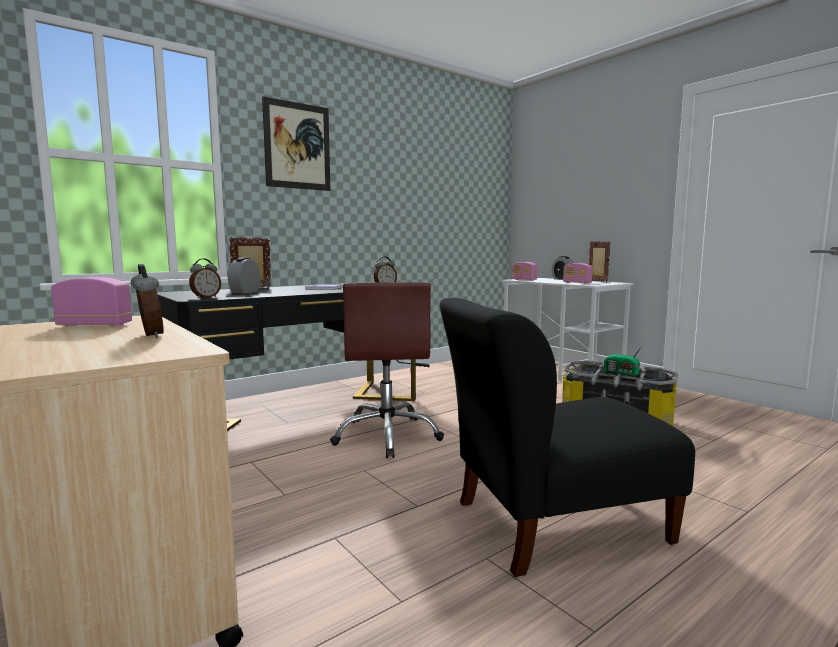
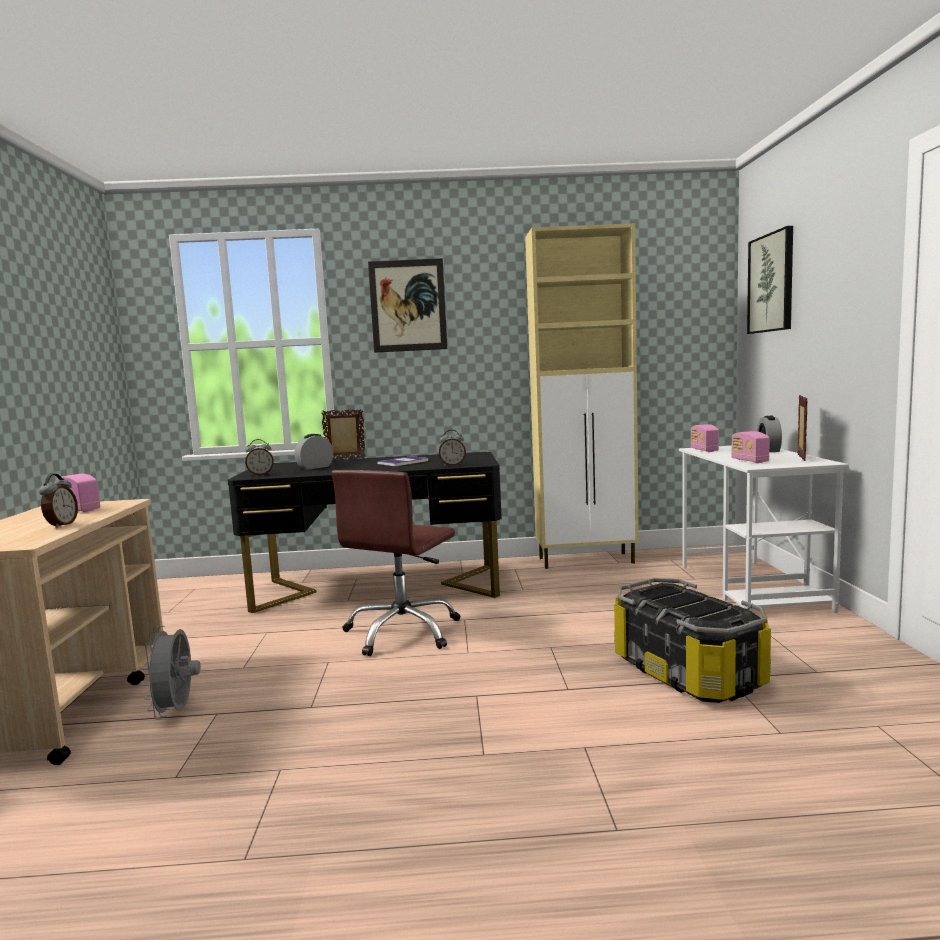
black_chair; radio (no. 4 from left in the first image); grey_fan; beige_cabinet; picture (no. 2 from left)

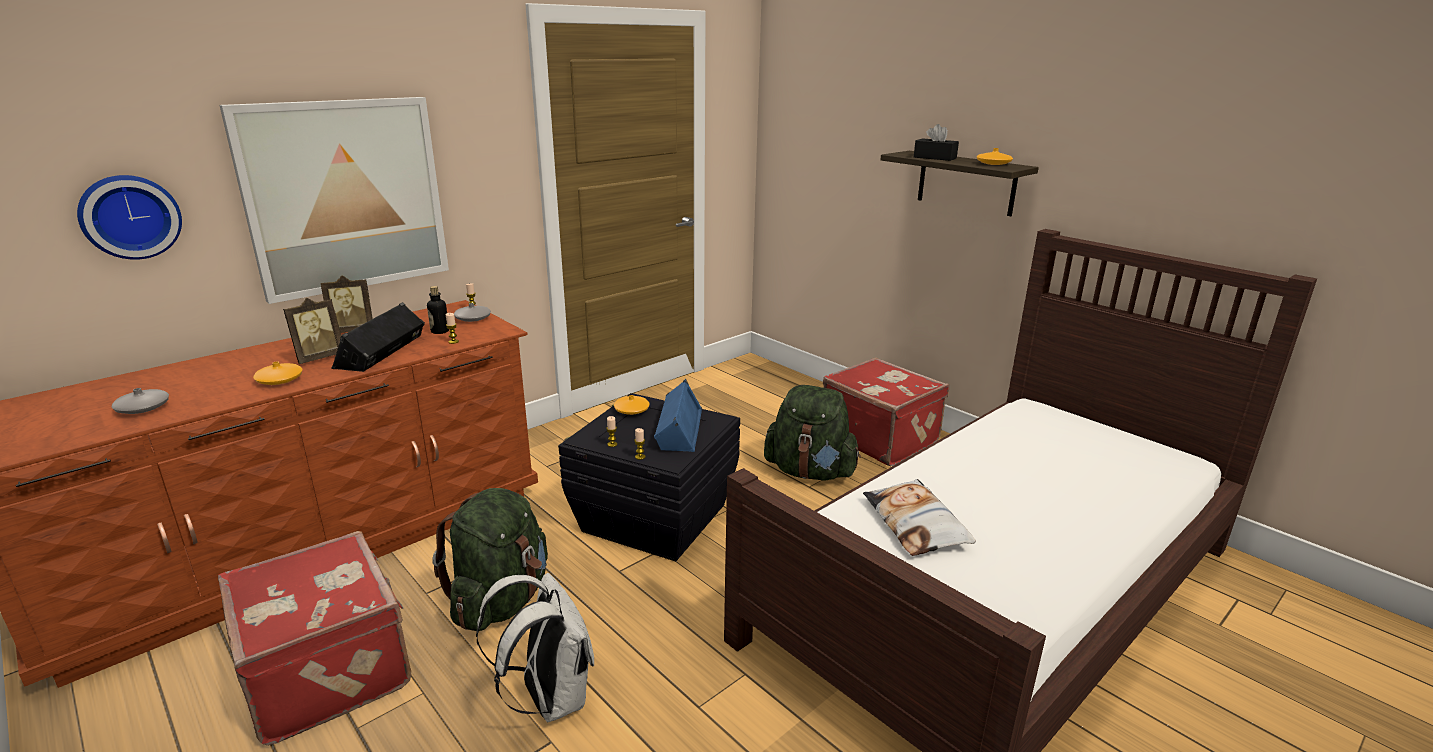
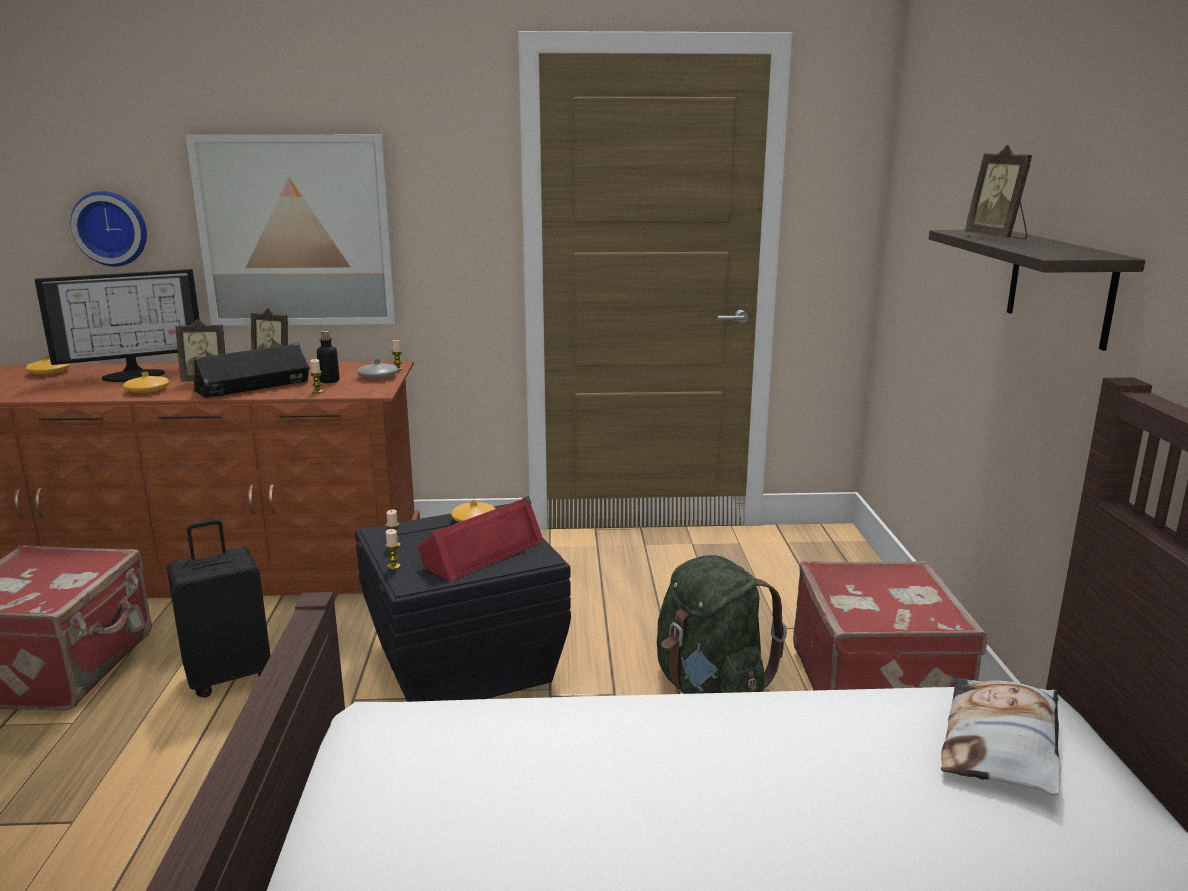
grey_vase (no. 1 from left in the first image); white_backpack; monitor; pillow; orange_vase (no. 1 from left); black_suitcase; picture_frame (no. 3 from left); red_speaker

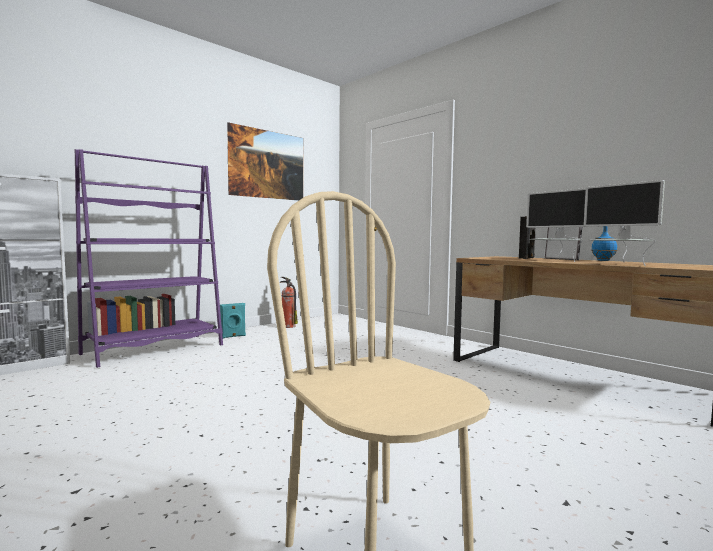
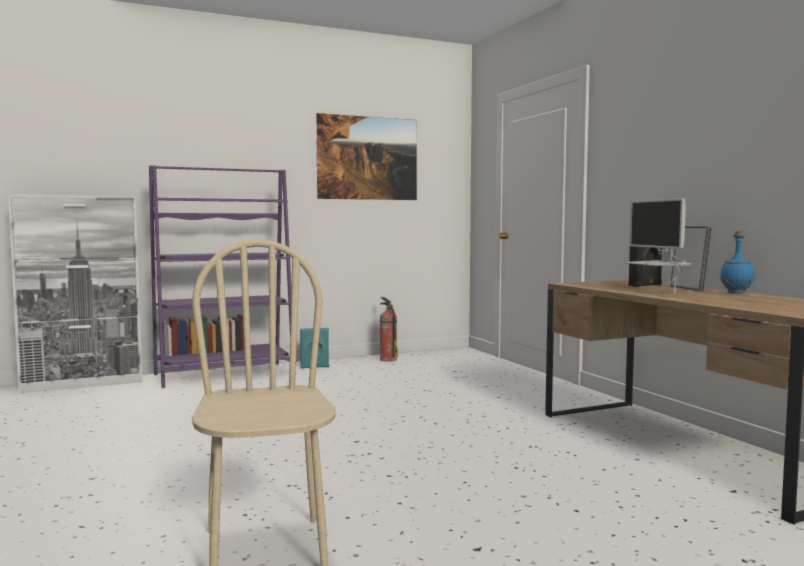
monitor (no. 2 from left in the first image)

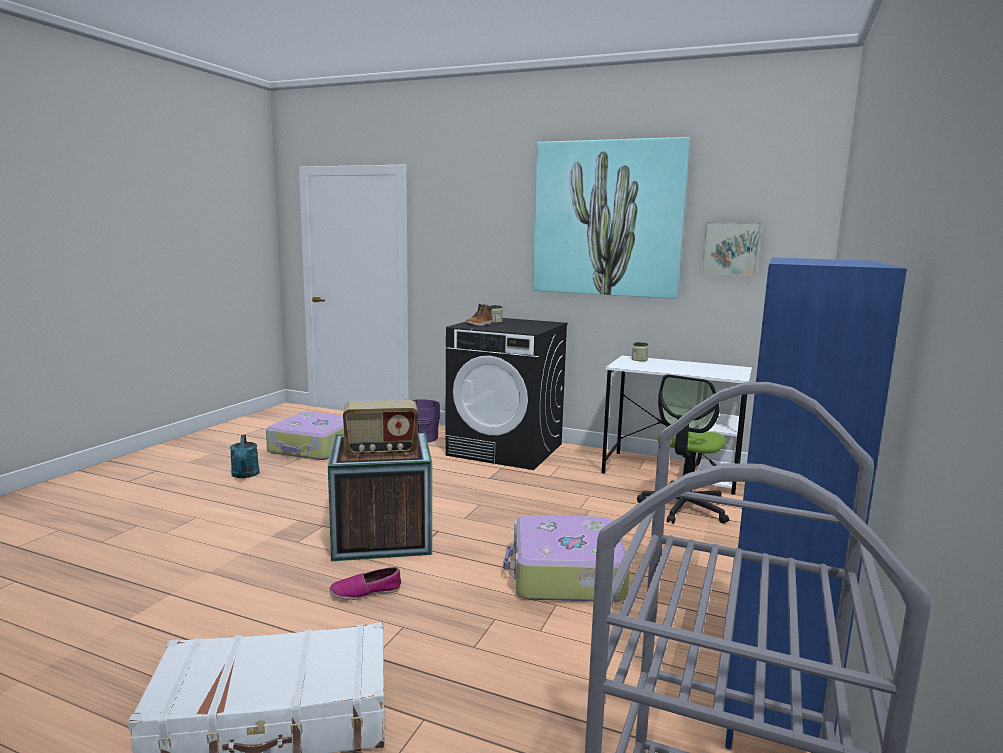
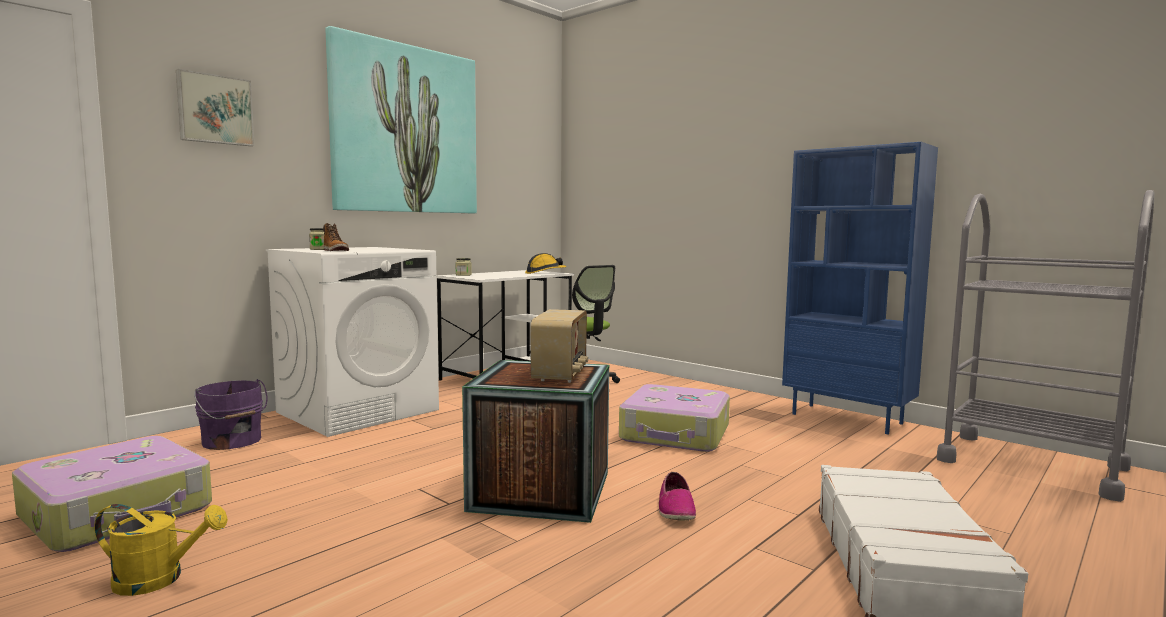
hard_hat; picture (no. 1 from left); yellow_watering_can; white_washing_machine

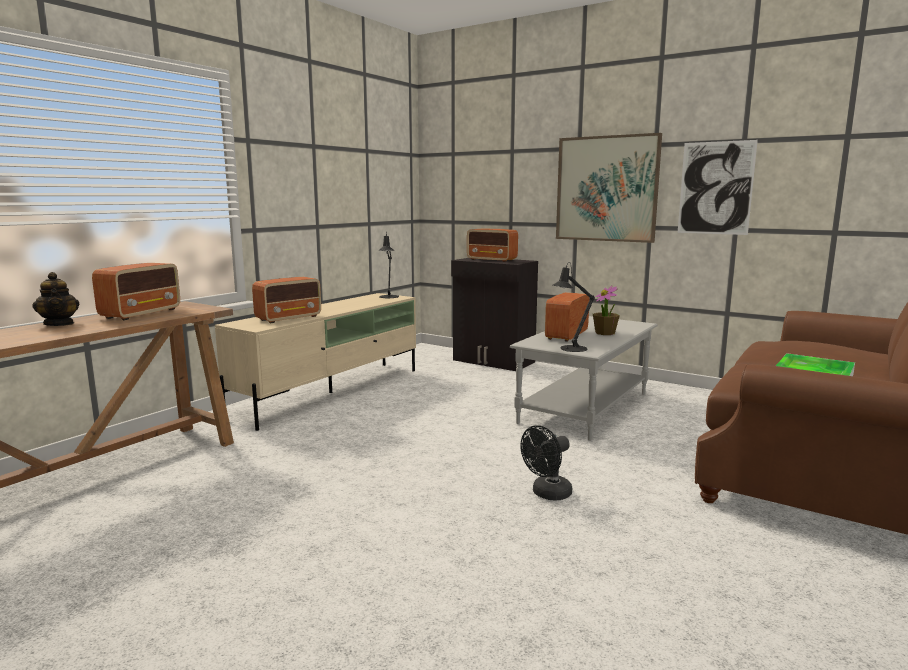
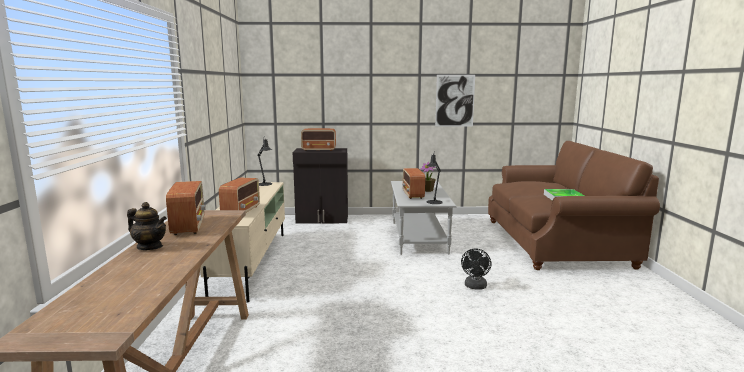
picture (no. 1 from left in the first image)

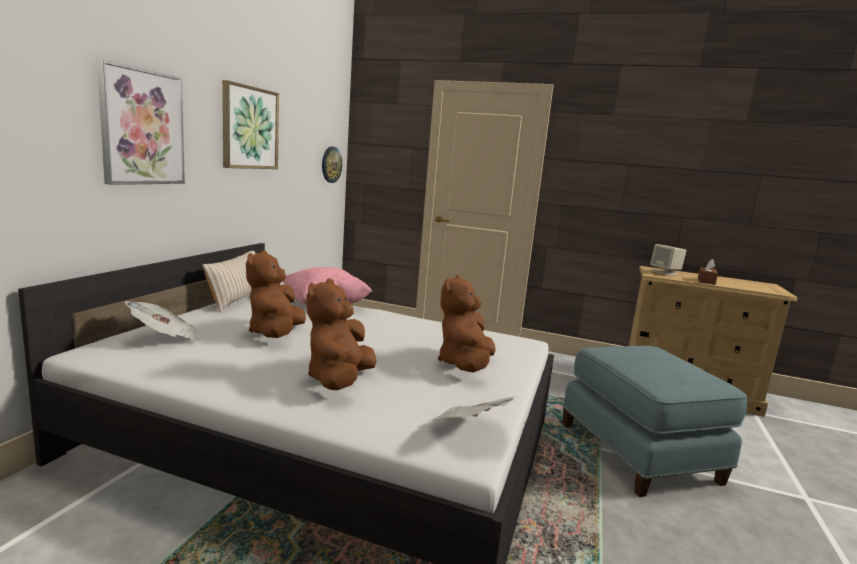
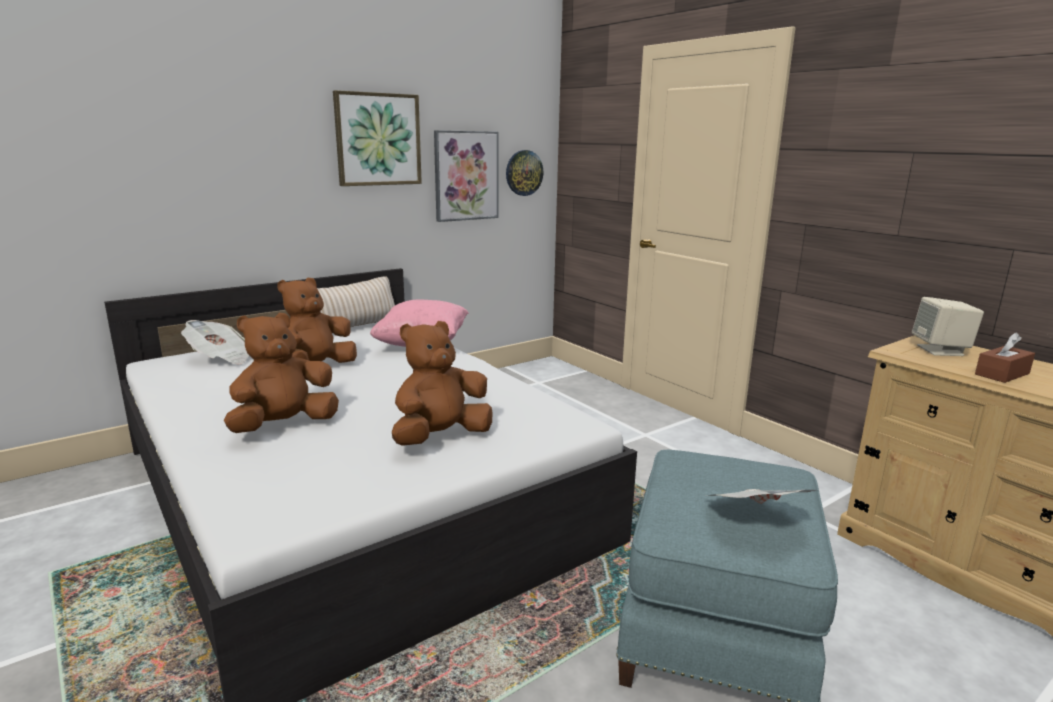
picture (no. 2 from left); newspaper (no. 2 from left)

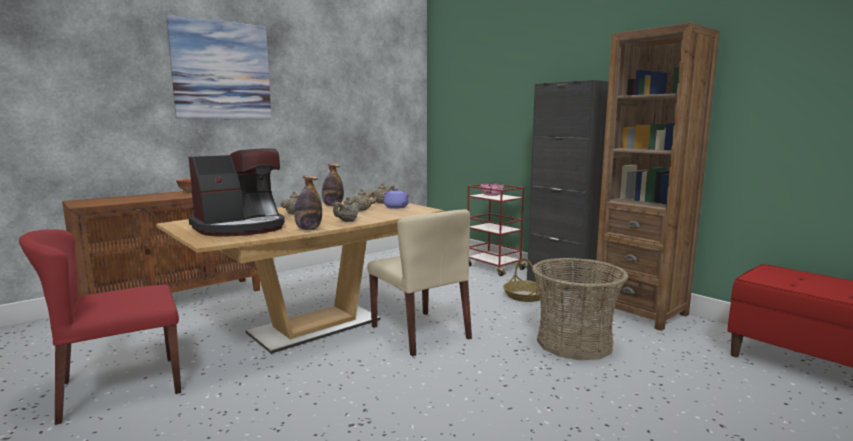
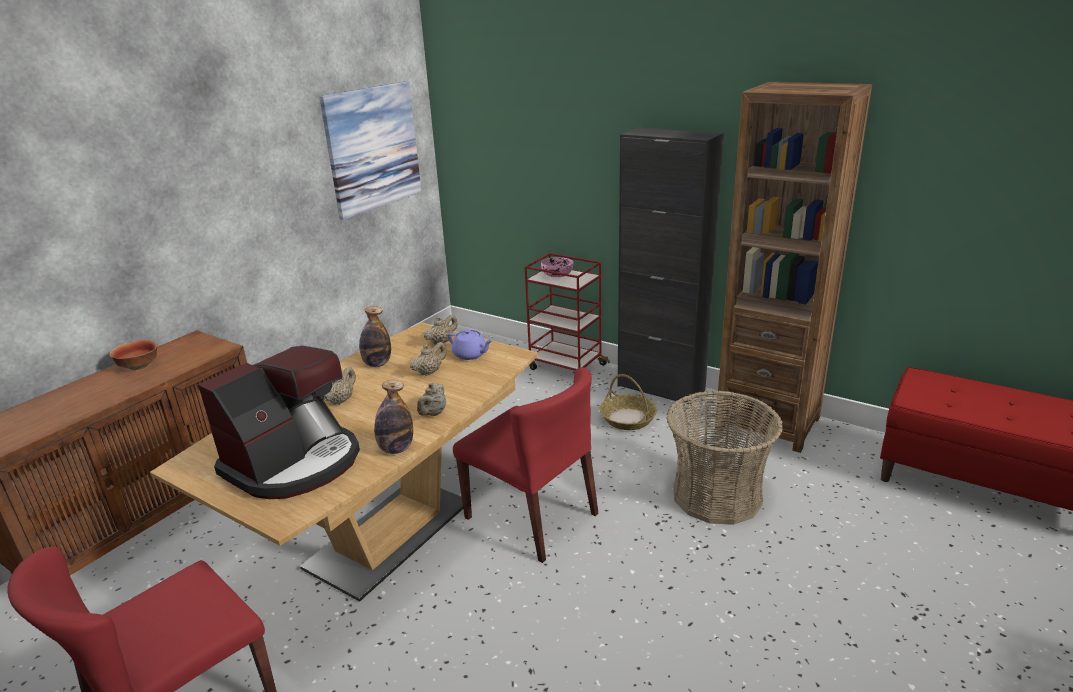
picture; red_chair (no. 2 from left)

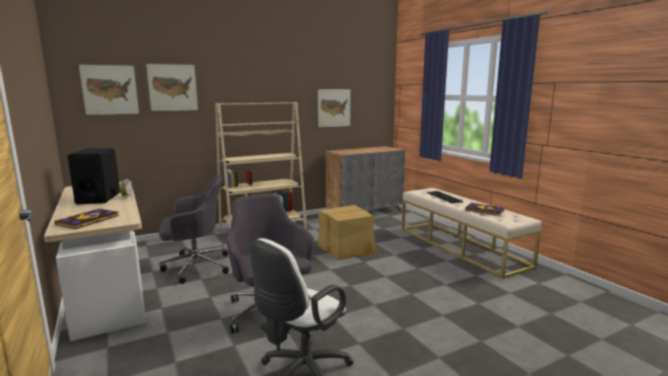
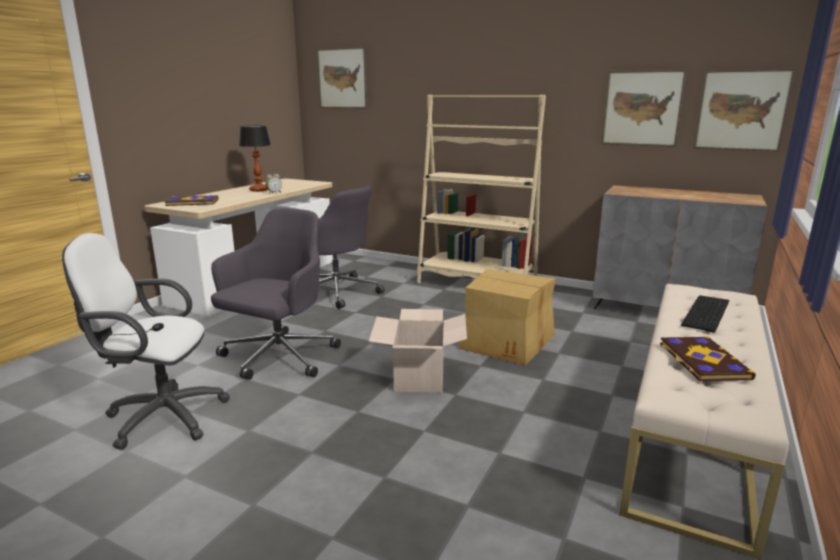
cardboard_box (no. 1 from left); picture (no. 3 from left); table_lamp

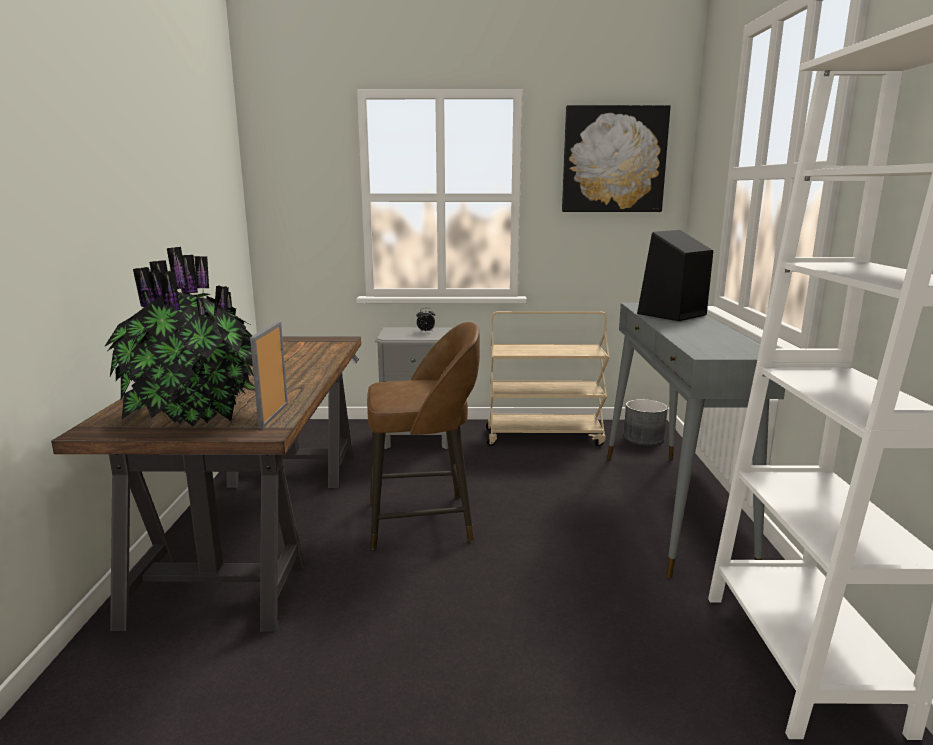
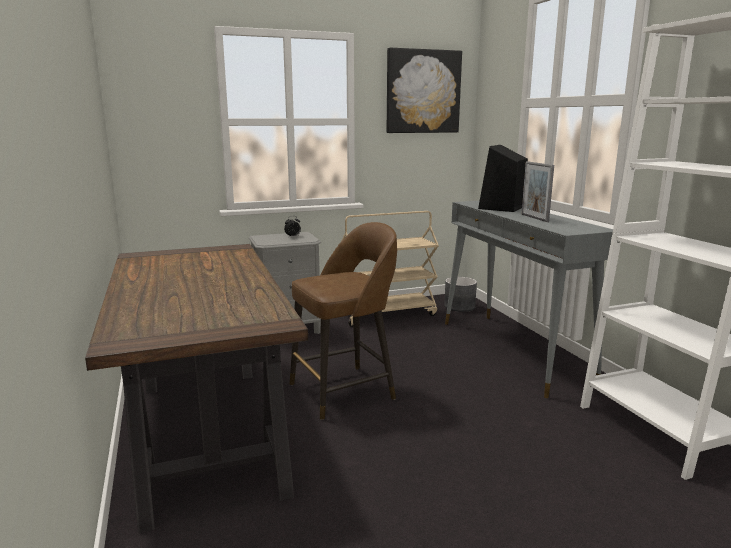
potted_plant; picture_frame

